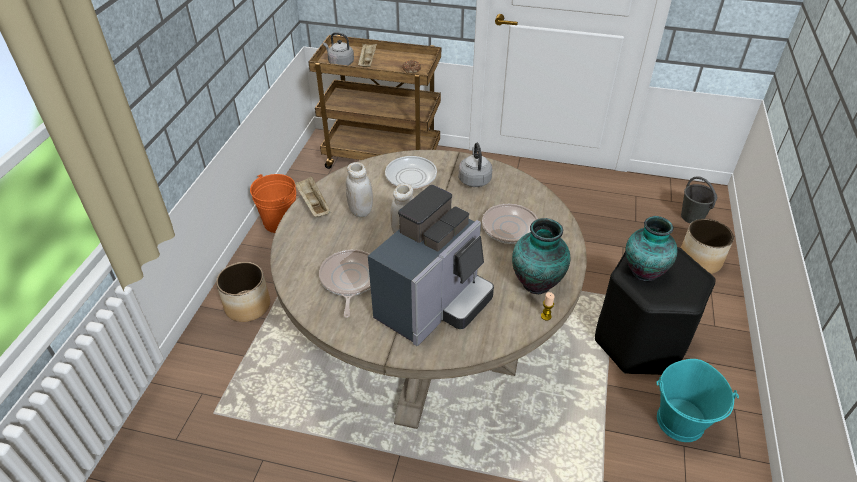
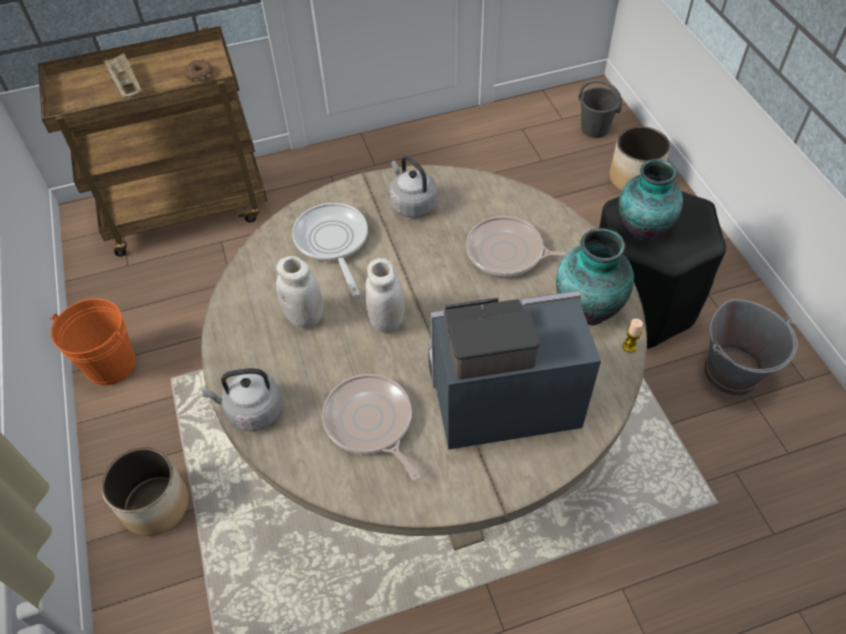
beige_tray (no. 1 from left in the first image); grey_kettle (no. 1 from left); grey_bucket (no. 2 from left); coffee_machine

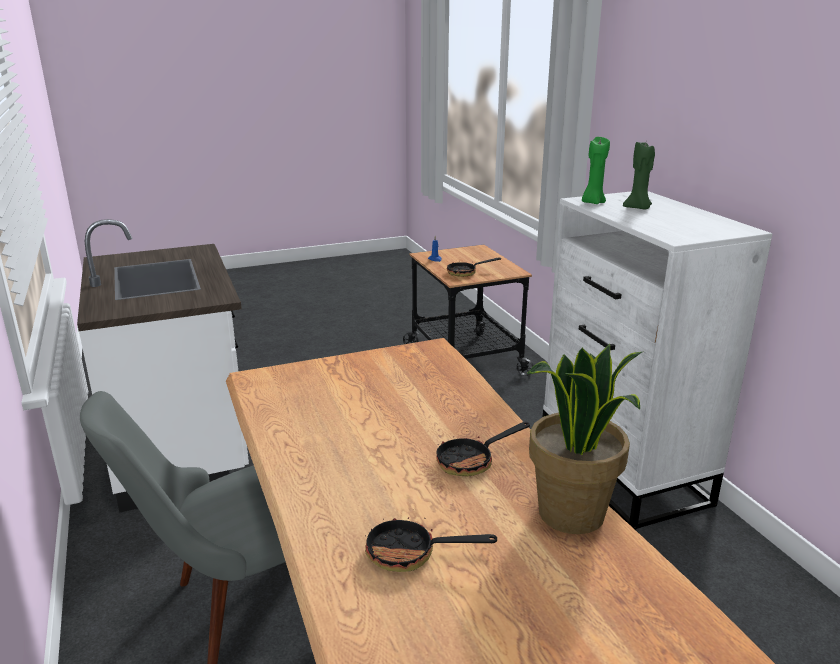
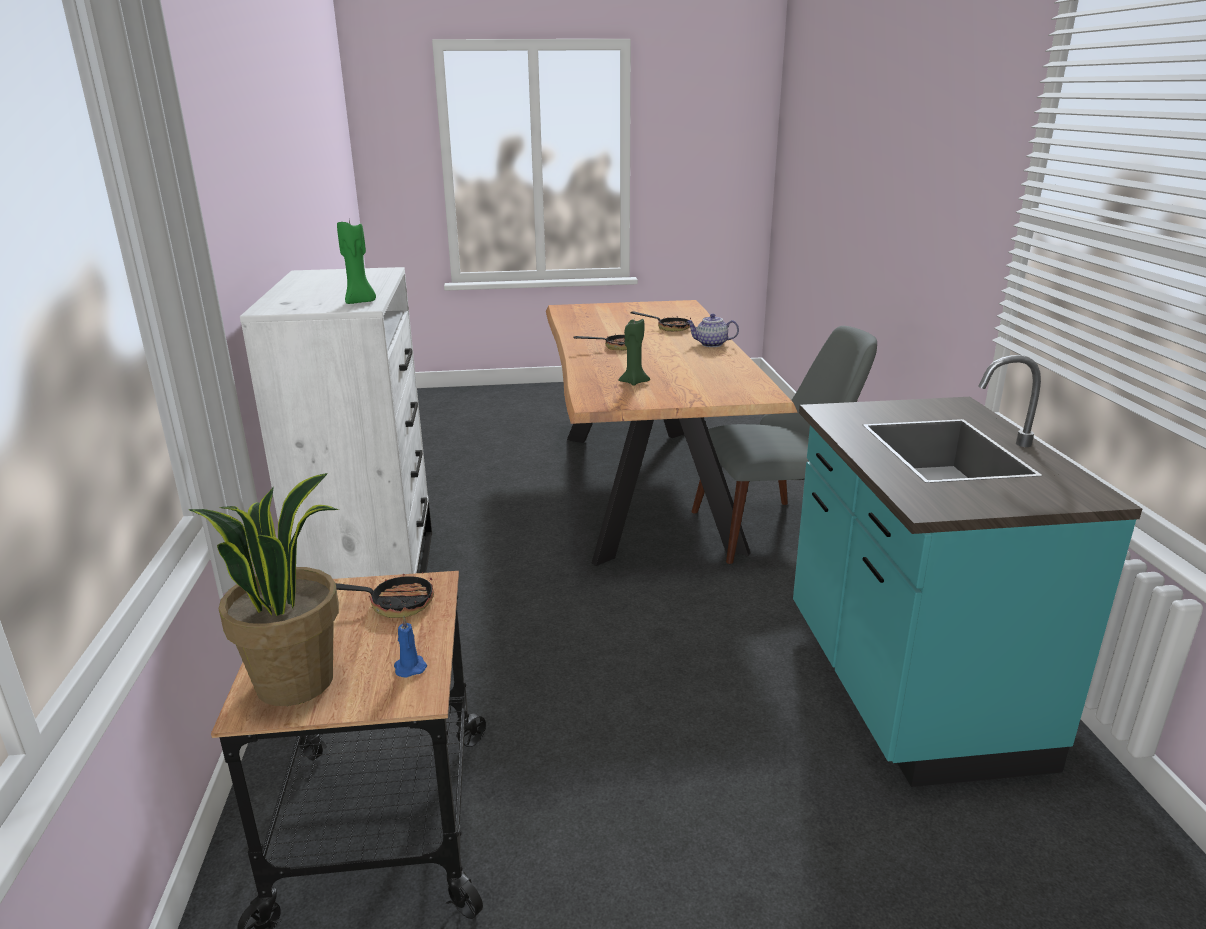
teapot; potted_plant; green_candle (no. 2 from left); turquoise_counter

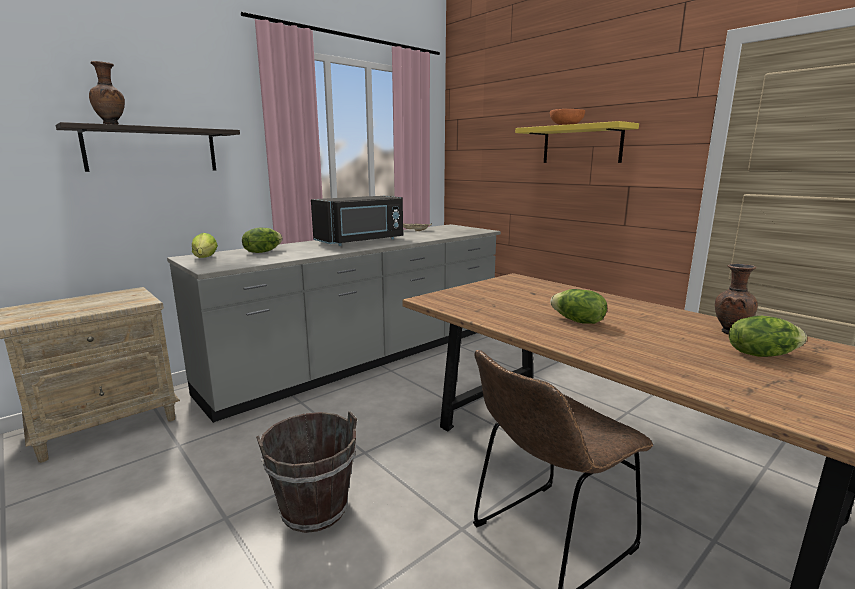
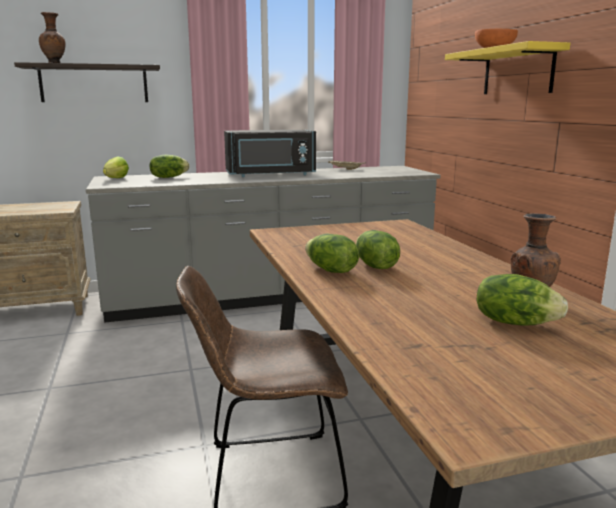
brown_bucket; lettuce (no. 3 from left)

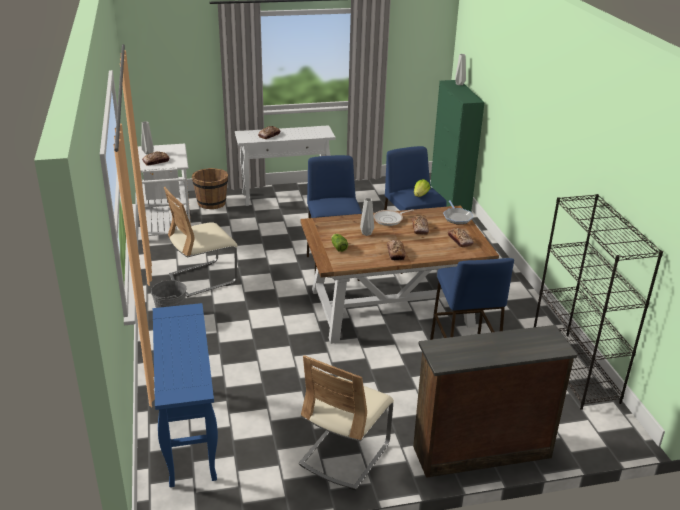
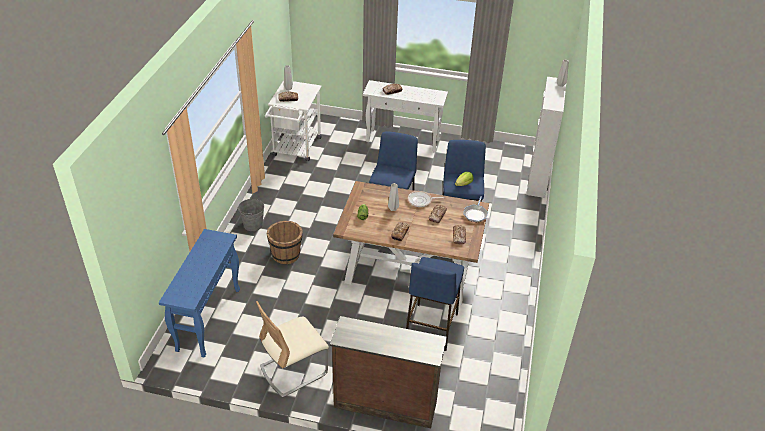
beige_chair (no. 1 from left in the first image); black_bookcase; brown_bucket; white_cabinet

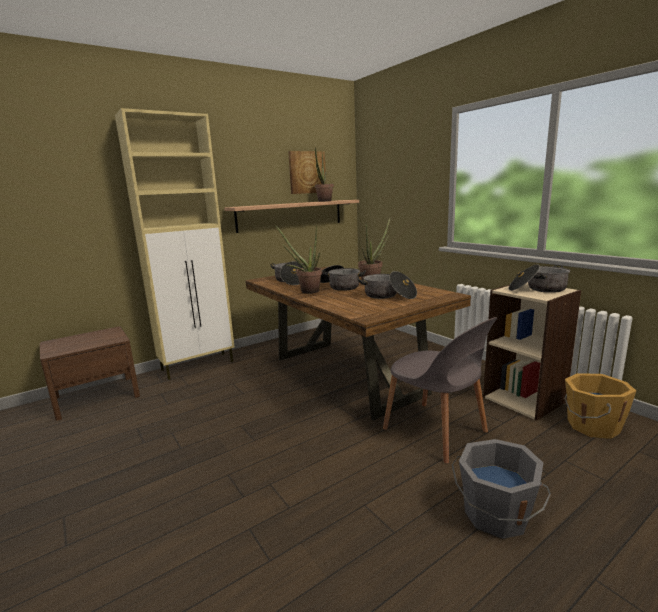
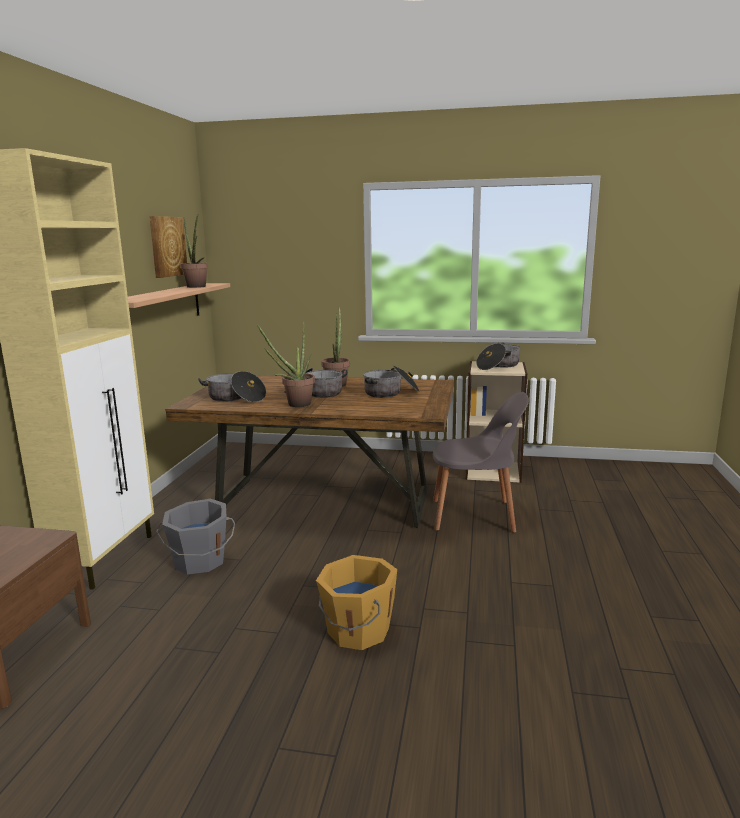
grey_bucket; orange_bucket

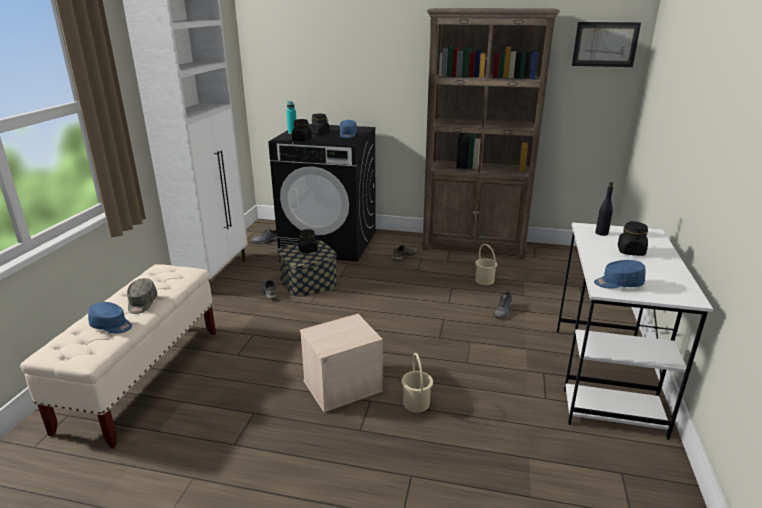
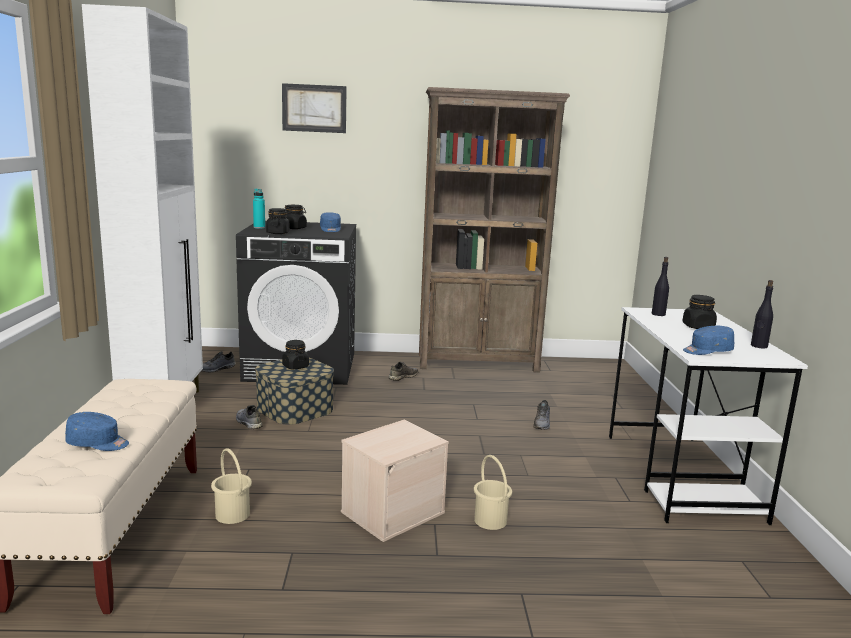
grey_cap; black_bottle (no. 2 from left); beige_bucket (no. 1 from left); picture

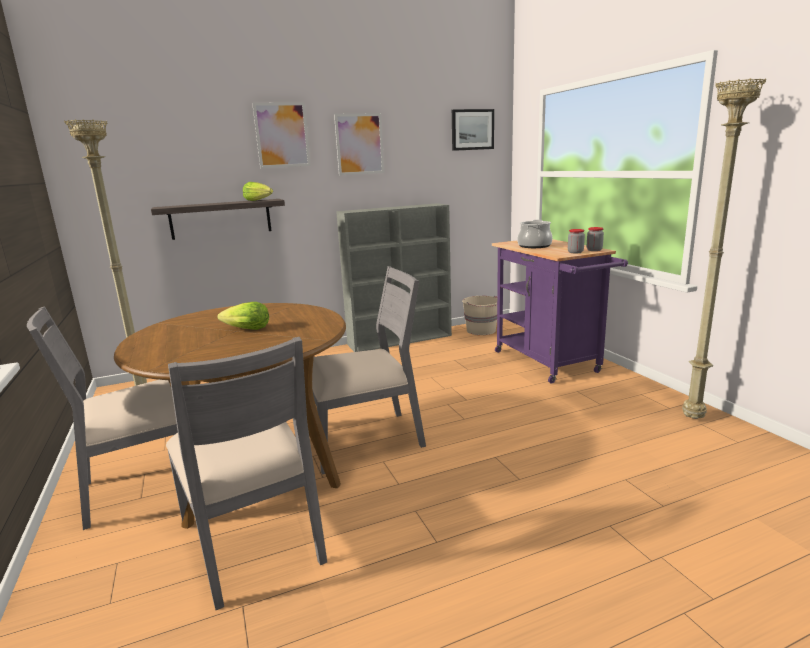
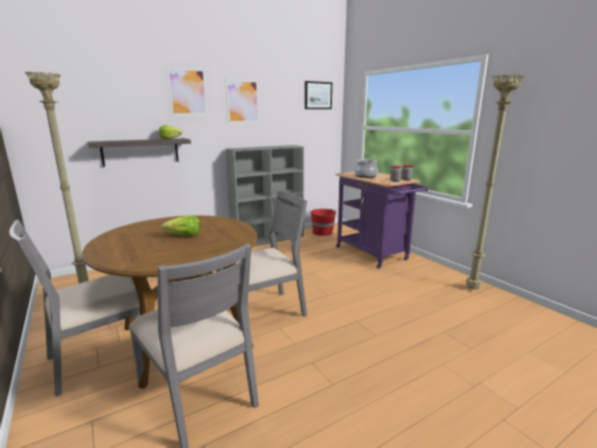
red_bucket

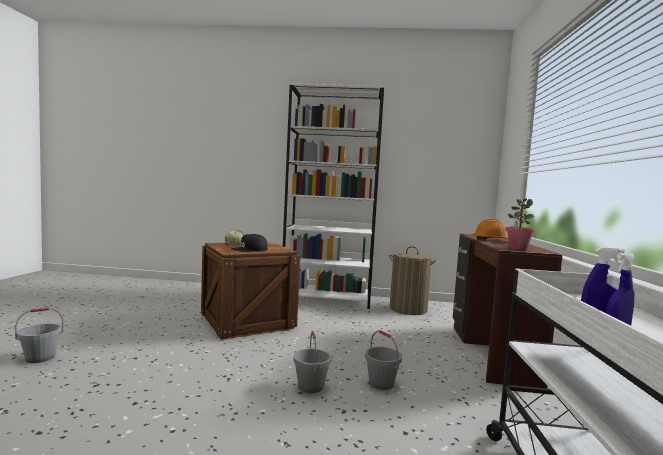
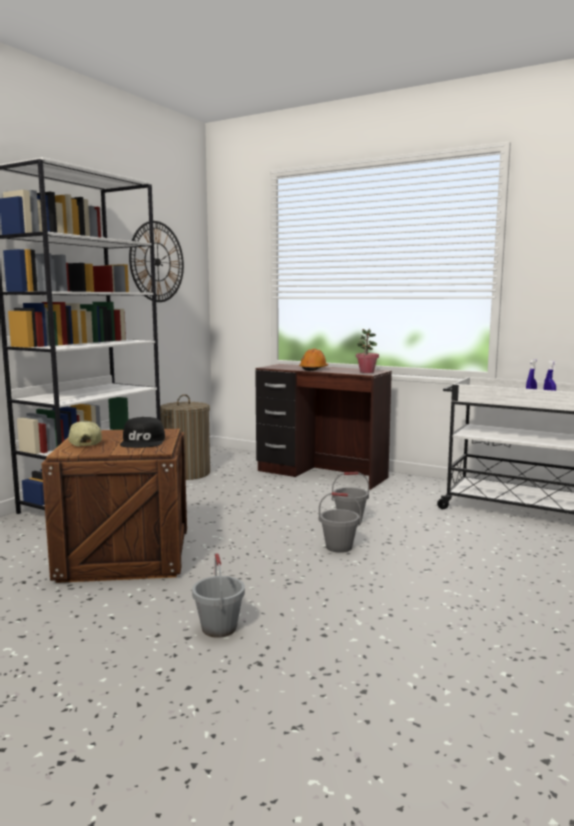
wall_clock; grey_bucket (no. 1 from left)

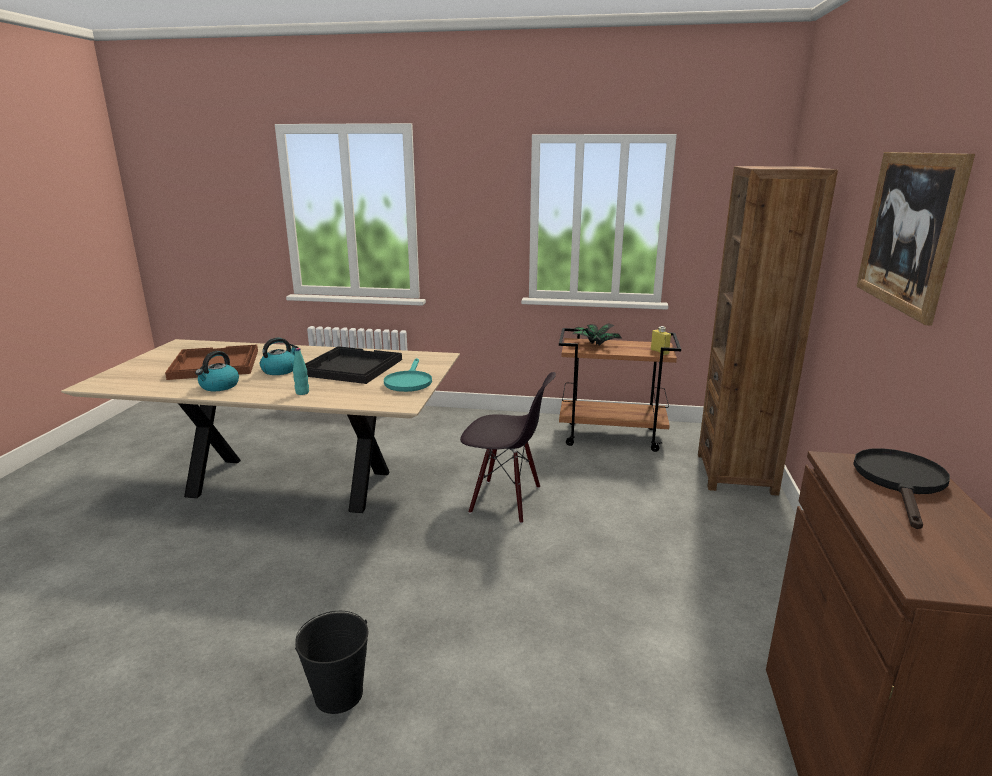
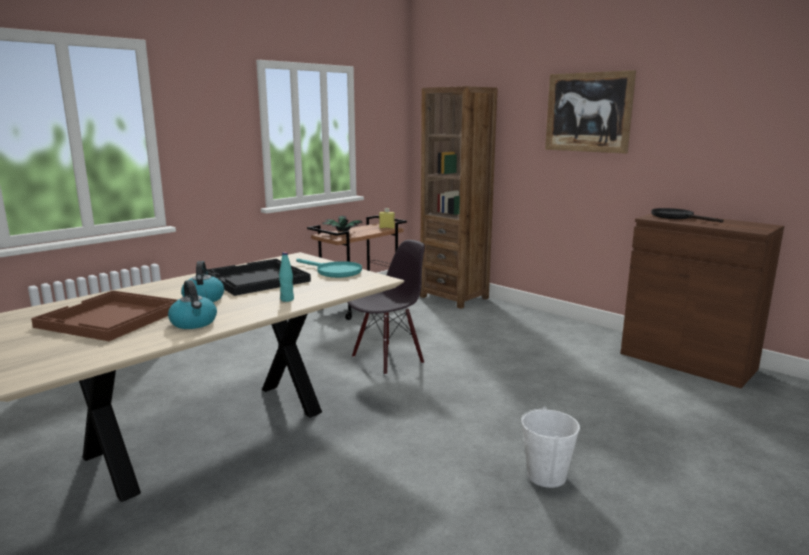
white_bucket

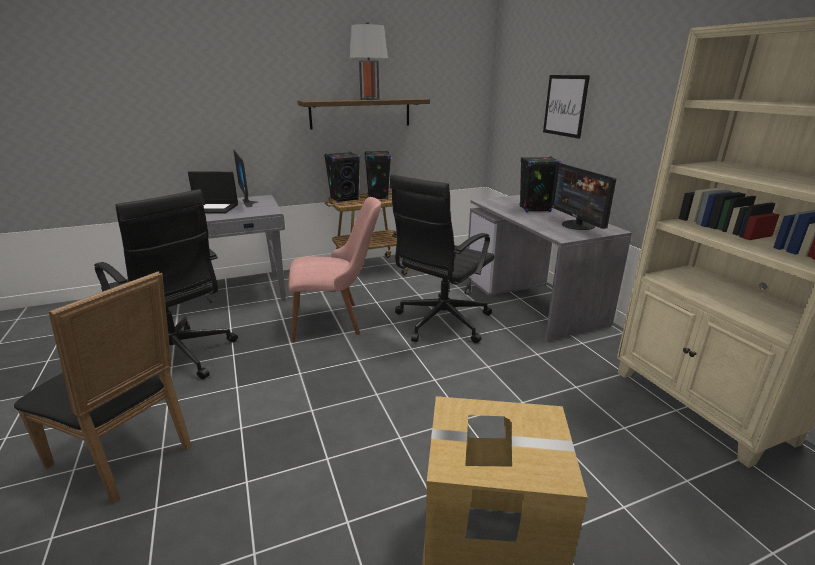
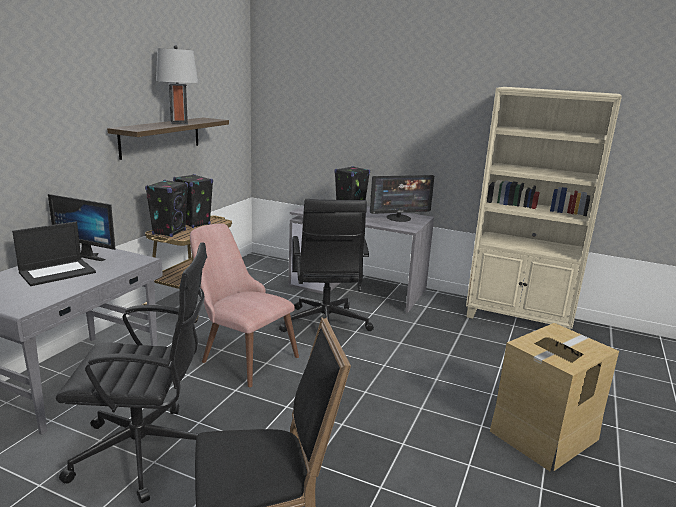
picture; pink_chair; monitor (no. 2 from left)

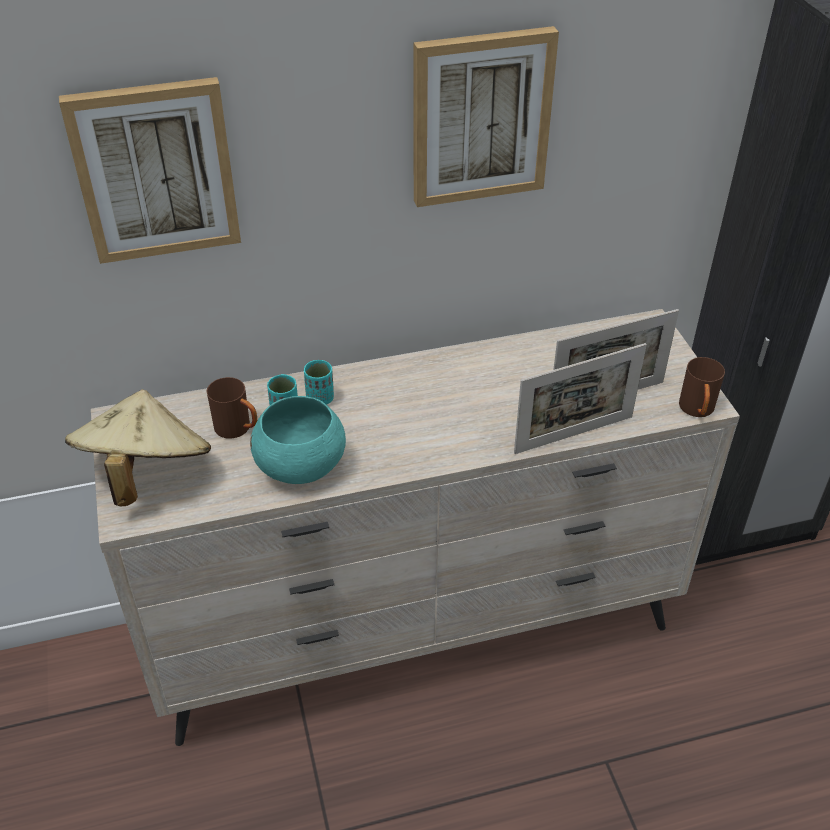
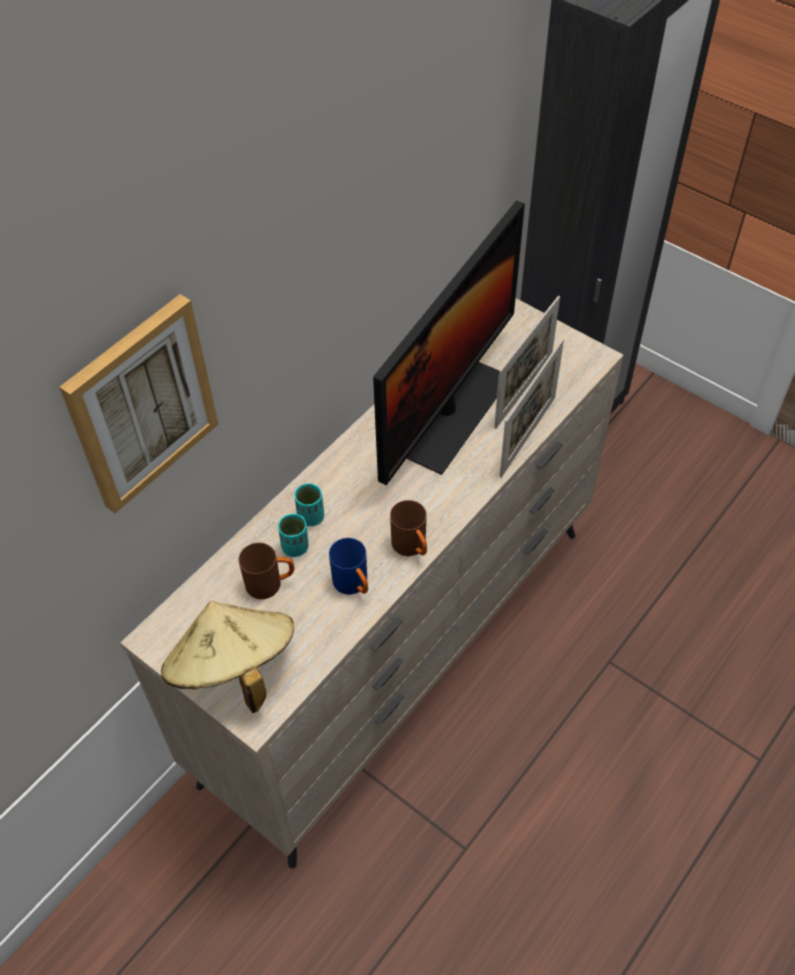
picture (no. 2 from left in the first image); monitor; brown_mug (no. 2 from left); blue_mug

